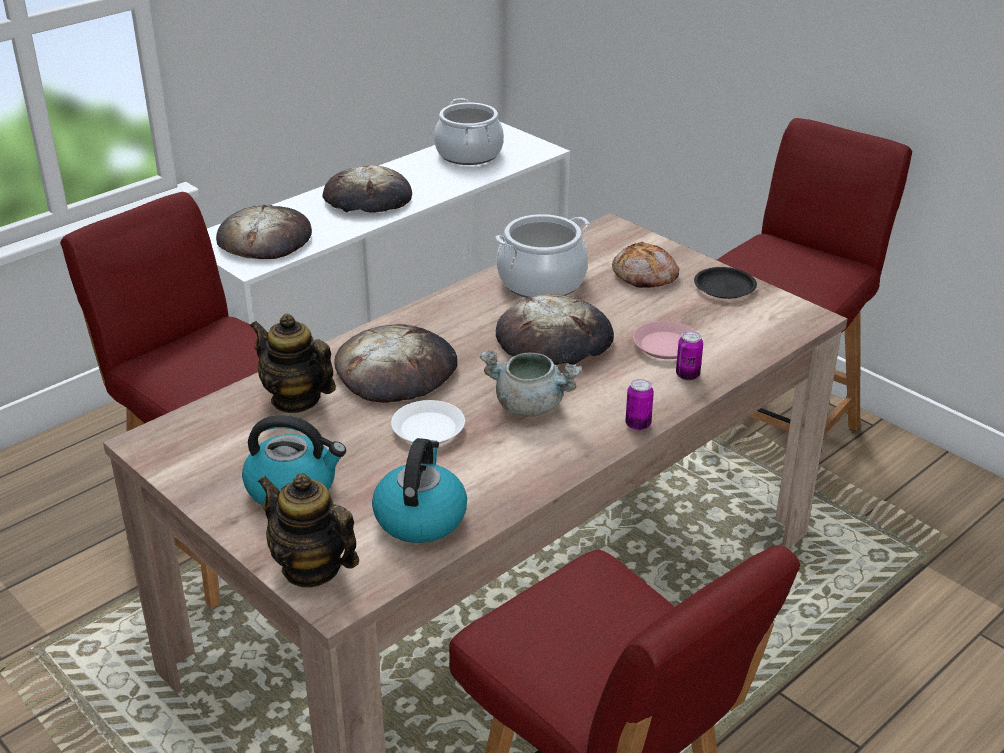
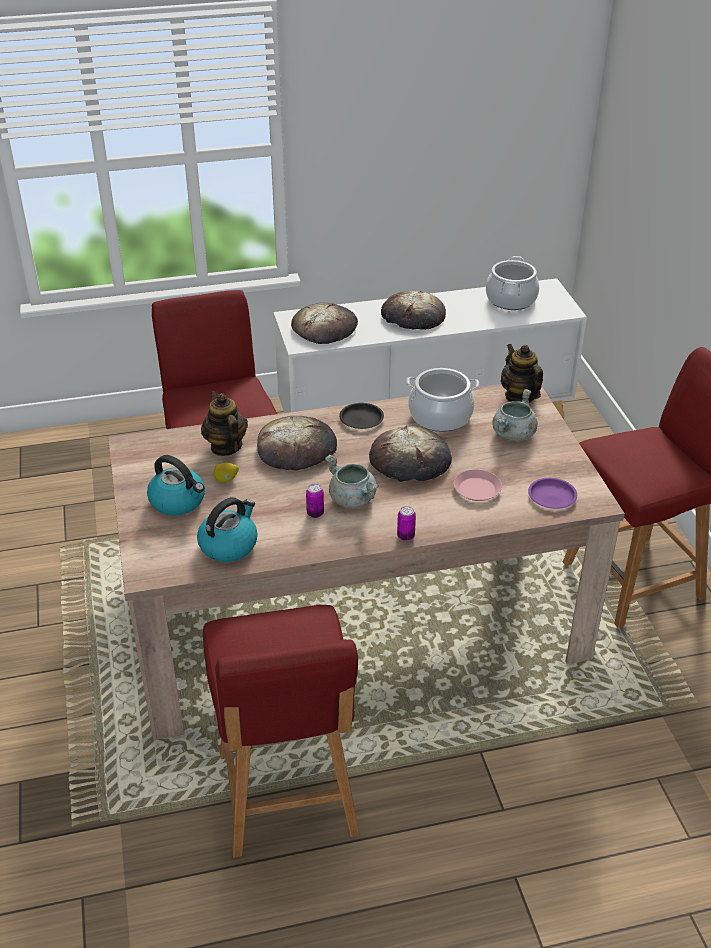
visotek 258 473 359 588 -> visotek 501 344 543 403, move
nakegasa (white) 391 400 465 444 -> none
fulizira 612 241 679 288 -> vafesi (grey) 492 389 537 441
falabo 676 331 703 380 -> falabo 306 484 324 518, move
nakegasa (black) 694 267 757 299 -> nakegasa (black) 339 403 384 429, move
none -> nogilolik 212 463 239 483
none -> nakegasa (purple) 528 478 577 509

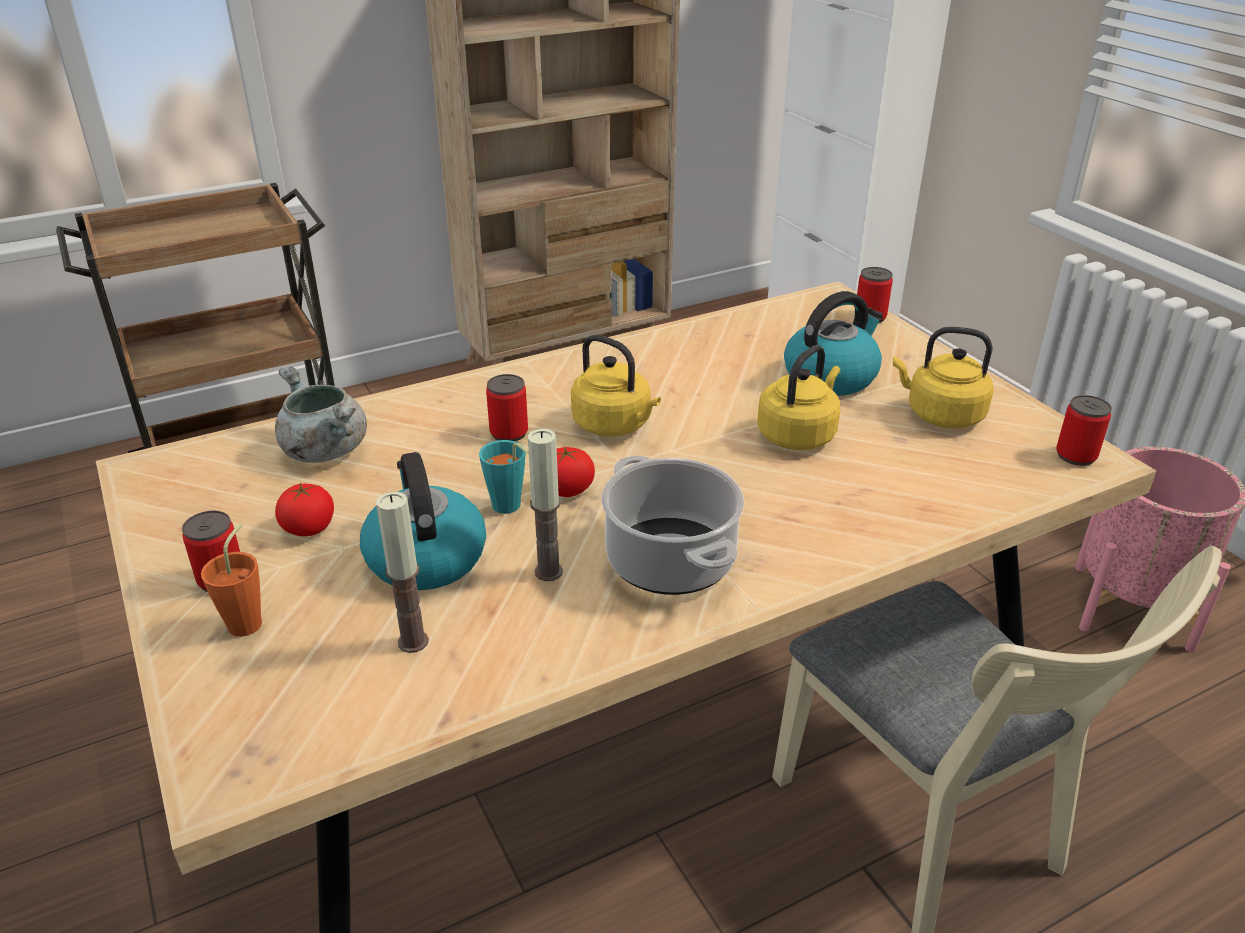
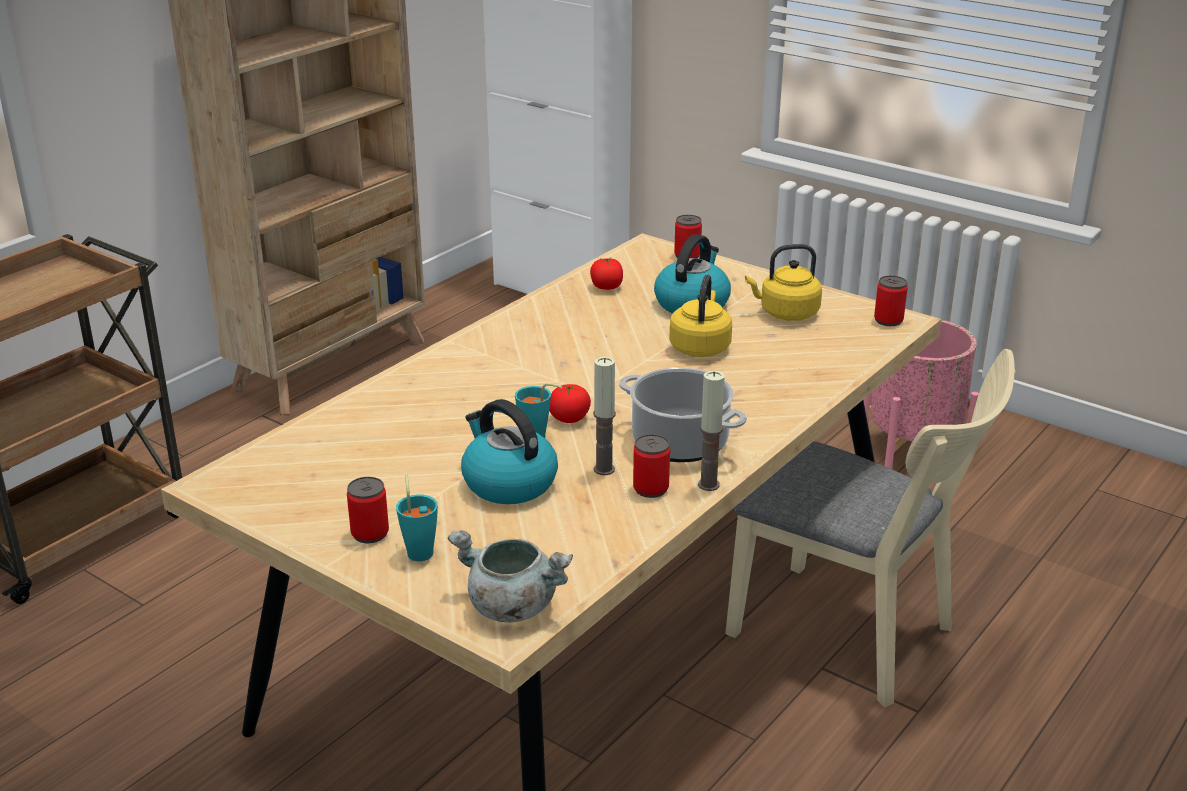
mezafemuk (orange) 201 523 262 637 -> mezafemuk (turquoise) 396 474 438 561
vafesi (grey) 275 366 367 463 -> vafesi (grey) 448 530 573 622, move
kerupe 275 483 334 536 -> kerupe 590 258 623 290, move
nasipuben 376 492 429 653 -> nasipuben 698 371 724 491, move
falabo 486 374 528 441 -> falabo 633 434 670 498, move
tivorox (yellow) 571 335 661 437 -> none

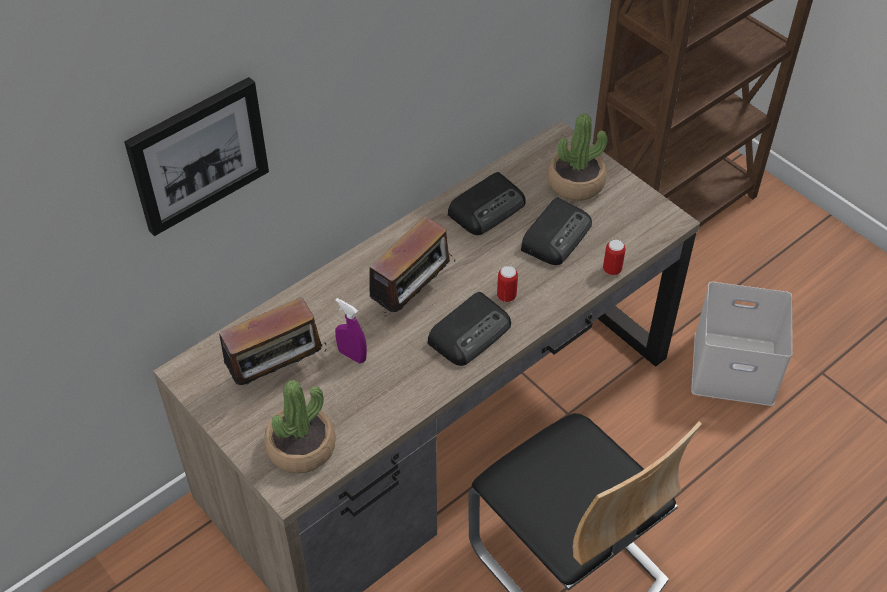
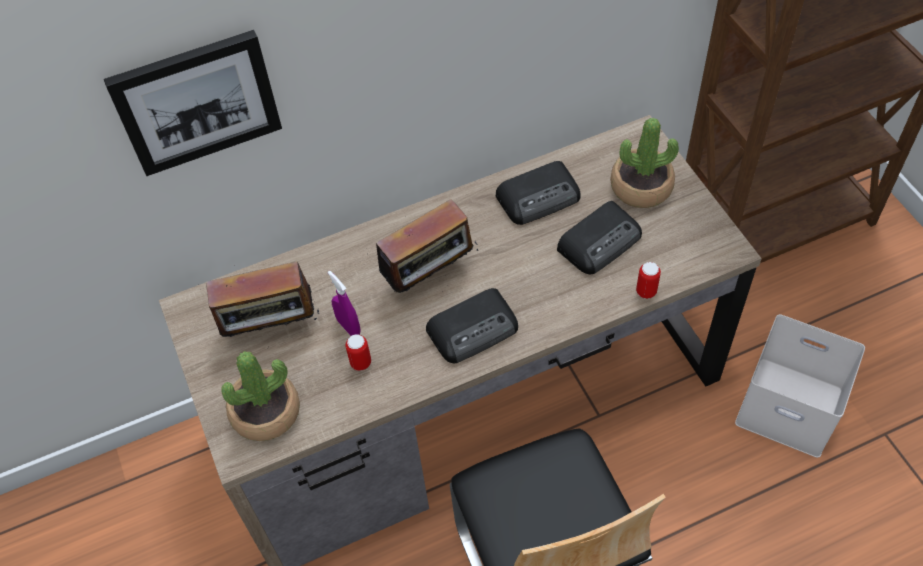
falabo 497 266 518 302 -> falabo 345 334 371 371, move

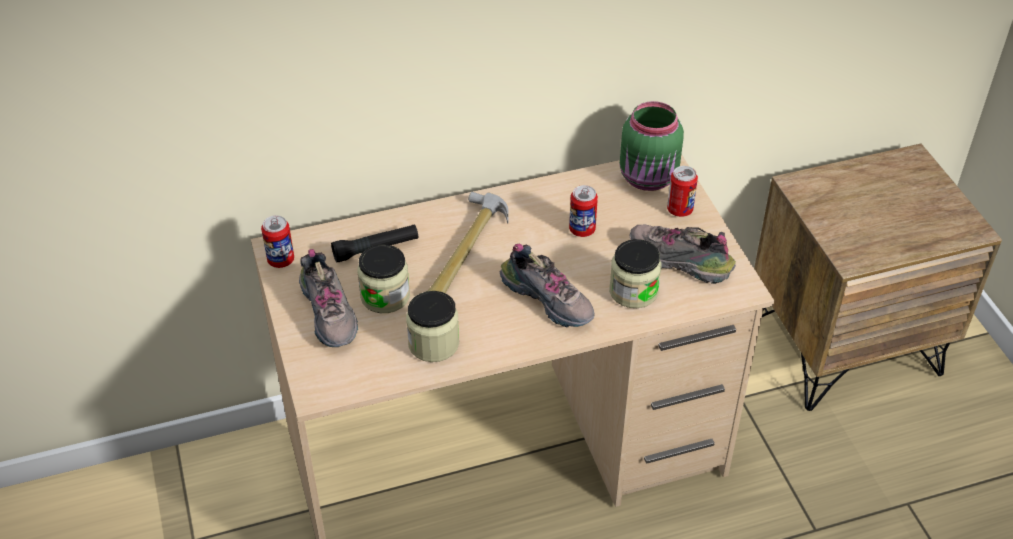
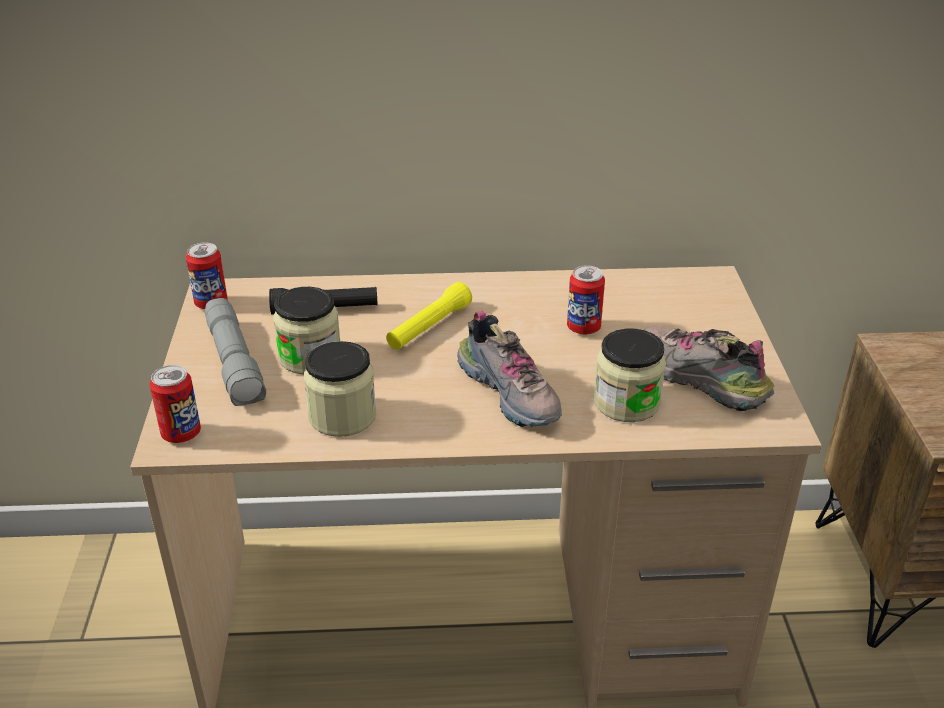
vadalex 299 249 358 347 -> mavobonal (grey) 205 298 266 406
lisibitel 428 192 508 293 -> mavobonal (yellow) 386 282 472 350
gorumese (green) 620 101 684 191 -> none
falabo 667 166 698 217 -> falabo 149 365 201 443, move

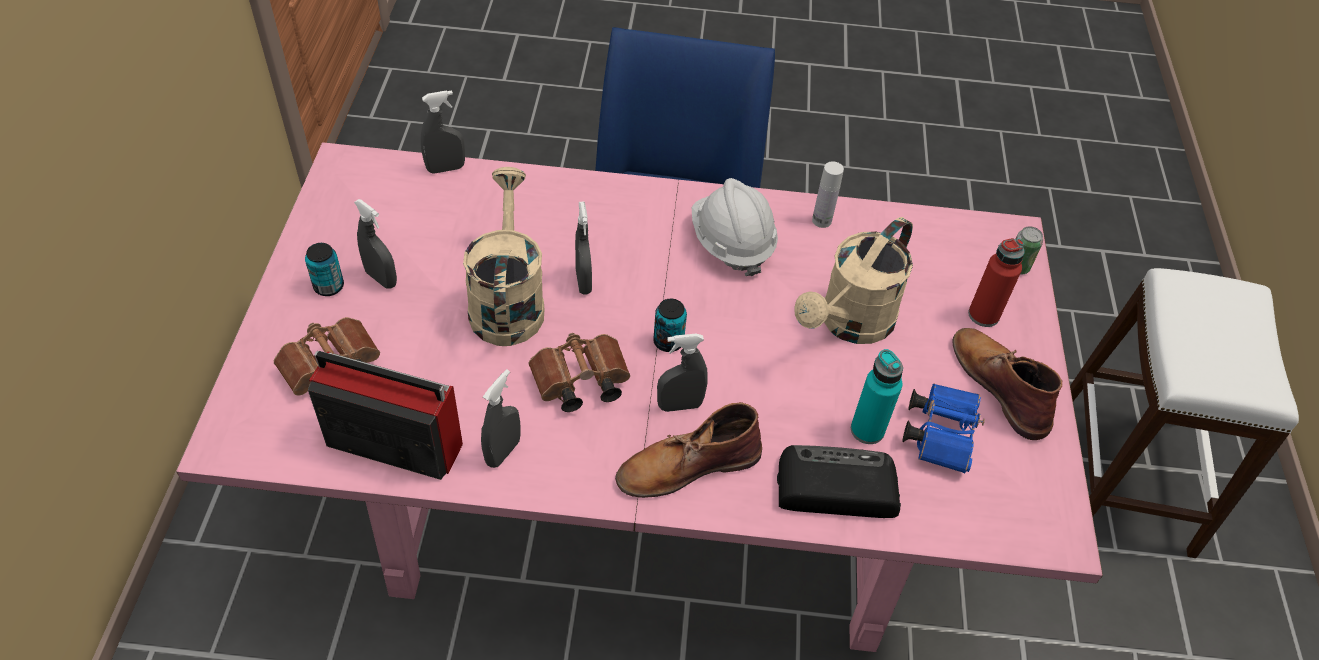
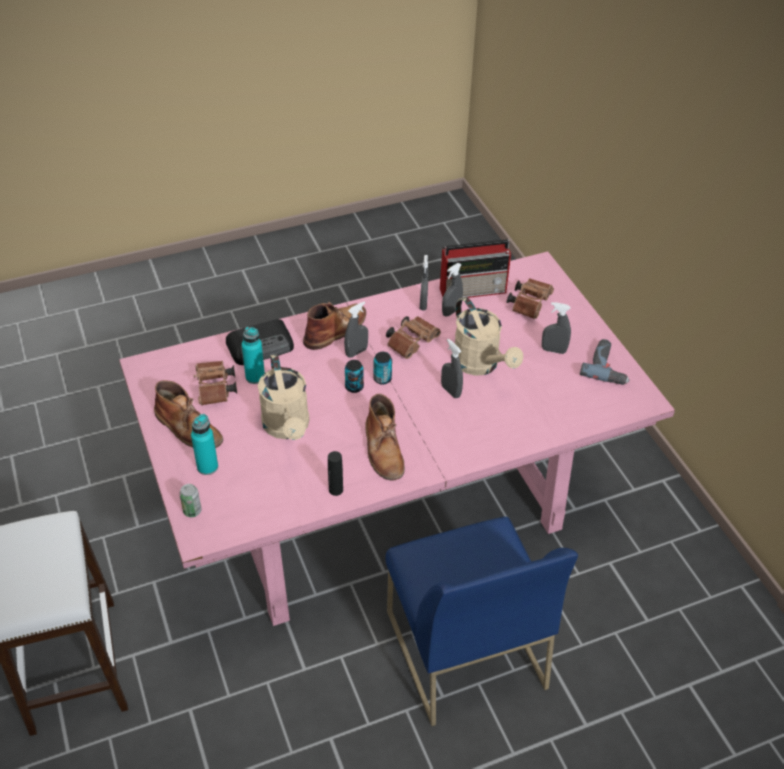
falabo 305 243 344 296 -> falabo 345 360 364 393, move
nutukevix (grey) 421 90 465 174 -> nutukevix (grey) 442 263 463 317, move
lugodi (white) 692 178 778 276 -> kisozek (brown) 365 394 405 481
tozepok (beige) 794 217 913 344 -> tozepok (beige) 258 354 309 440, 150 degrees clockwise
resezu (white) 812 161 844 228 -> resezu (black) 328 451 343 496
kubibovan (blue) 902 383 985 473 -> kubibovan (brown) 194 361 237 406
resezu (red) 968 238 1025 327 -> resezu (turquoise) 191 414 218 475
none -> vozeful 580 339 630 385

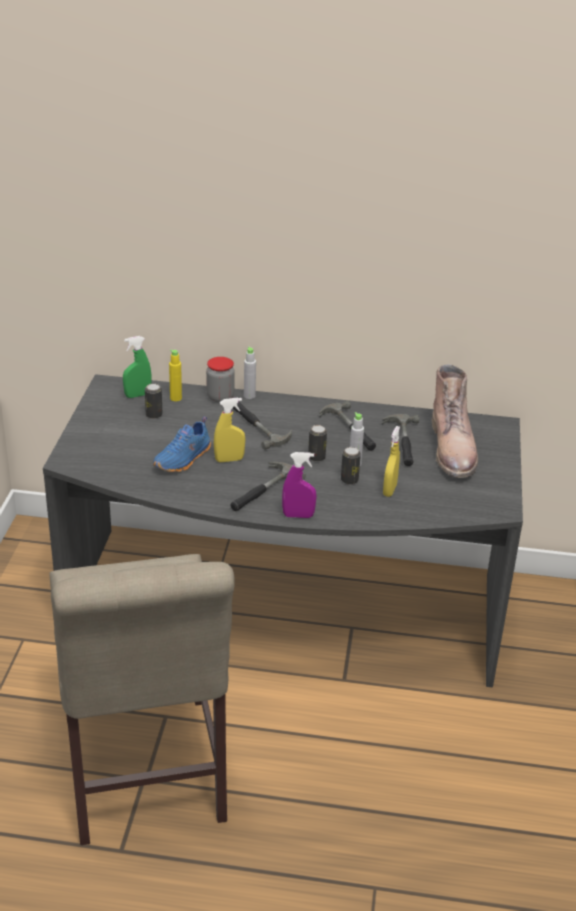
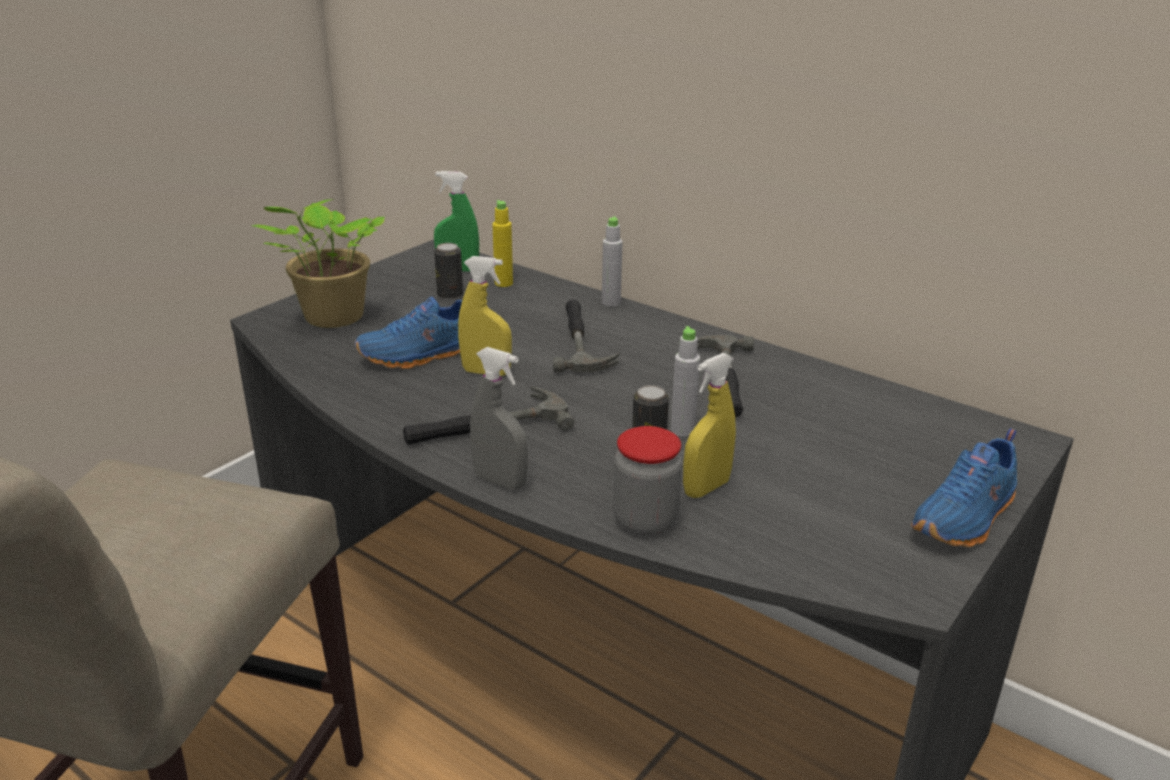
gorumese 206 357 235 403 -> gorumese 613 426 682 536, move
nutukevix (purple) 282 452 316 518 -> nutukevix (grey) 470 347 528 490
falabo 308 425 327 462 -> none
lisibitel 382 414 419 466 -> none
kisozek (brown) 432 364 478 478 -> none
none -> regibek 251 199 385 328
none -> vadalex (blue) 911 428 1018 548

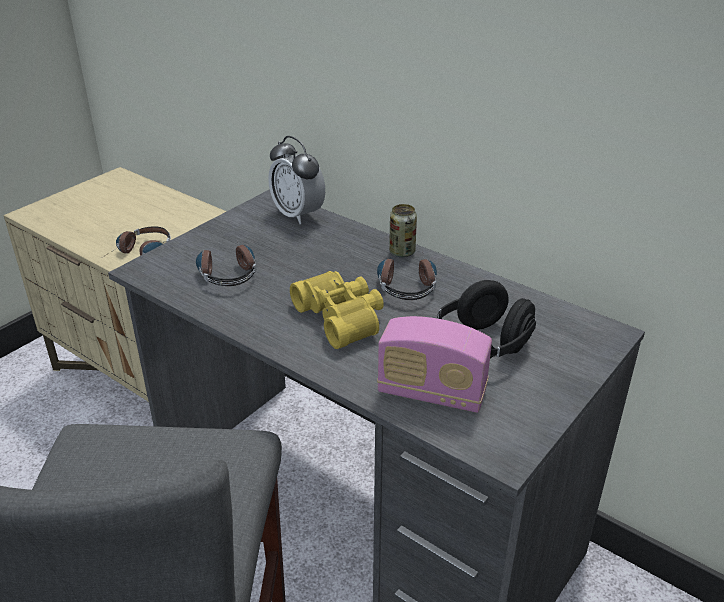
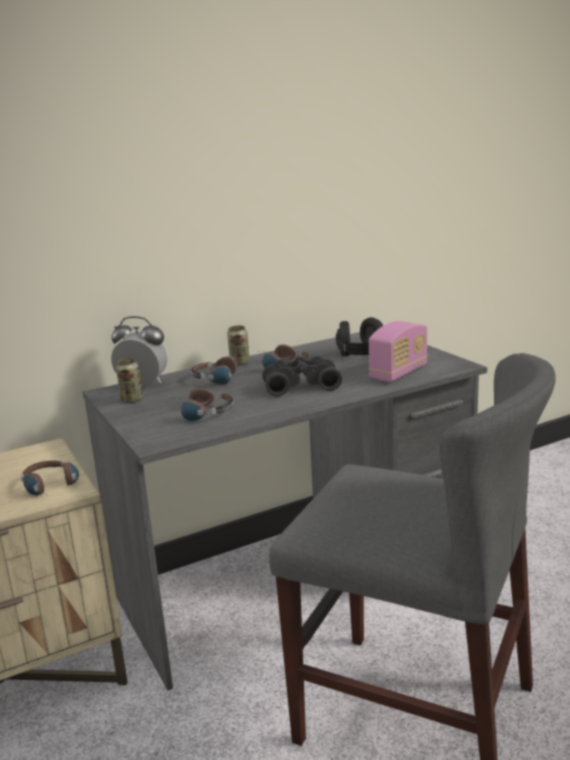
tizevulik 268 136 325 224 -> tizevulik 111 316 168 386, 150 degrees counterclockwise
kubibovan (yellow) 290 271 384 349 -> kubibovan (black) 262 356 342 396
none -> falabo 116 358 143 403
none -> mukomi 191 356 238 384

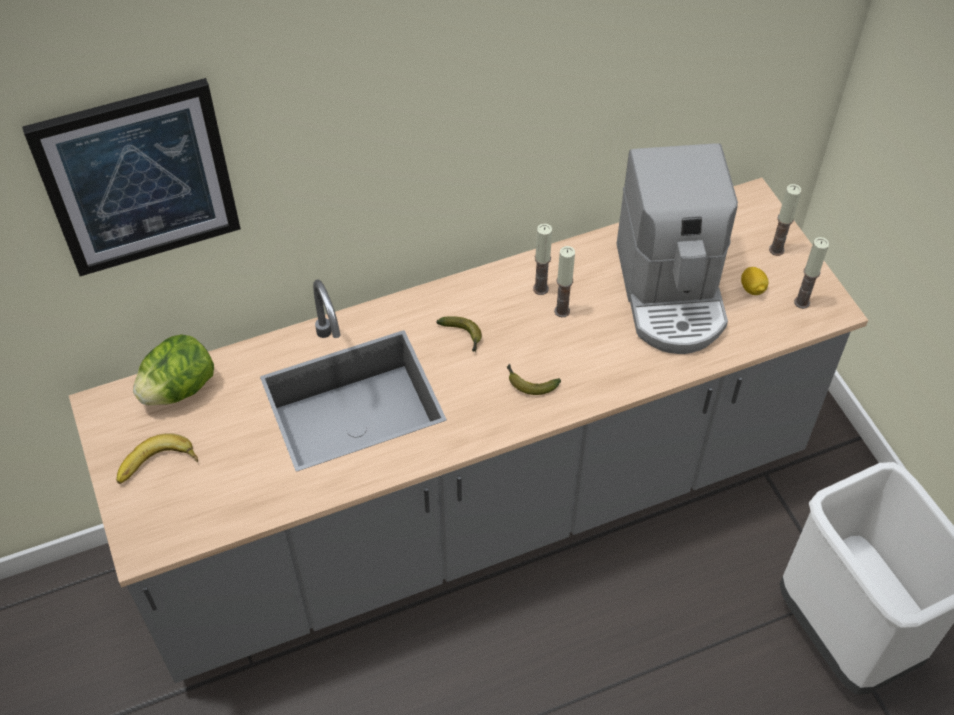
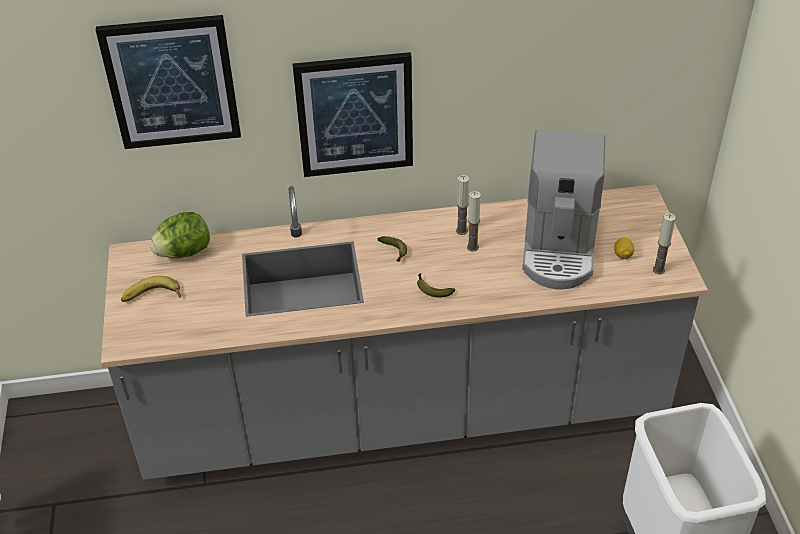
nasipuben 769 184 801 256 -> none
none -> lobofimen 293 52 413 177

